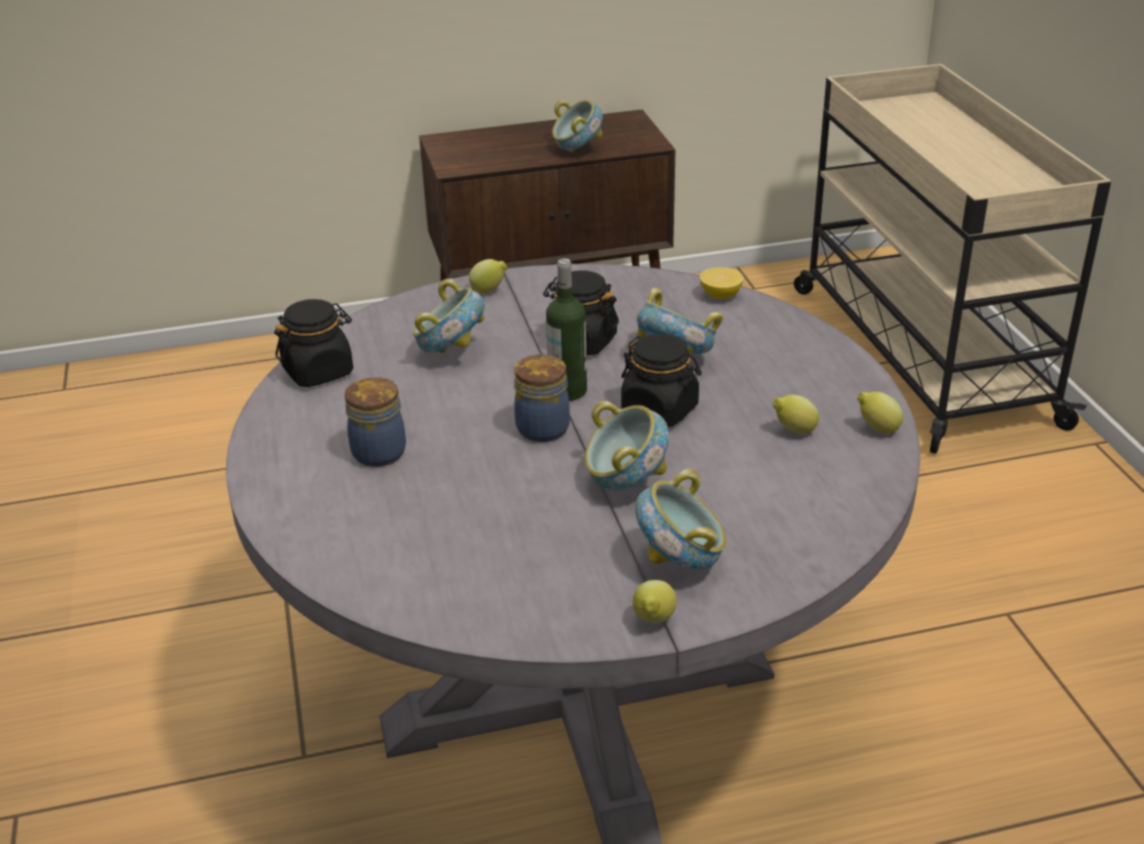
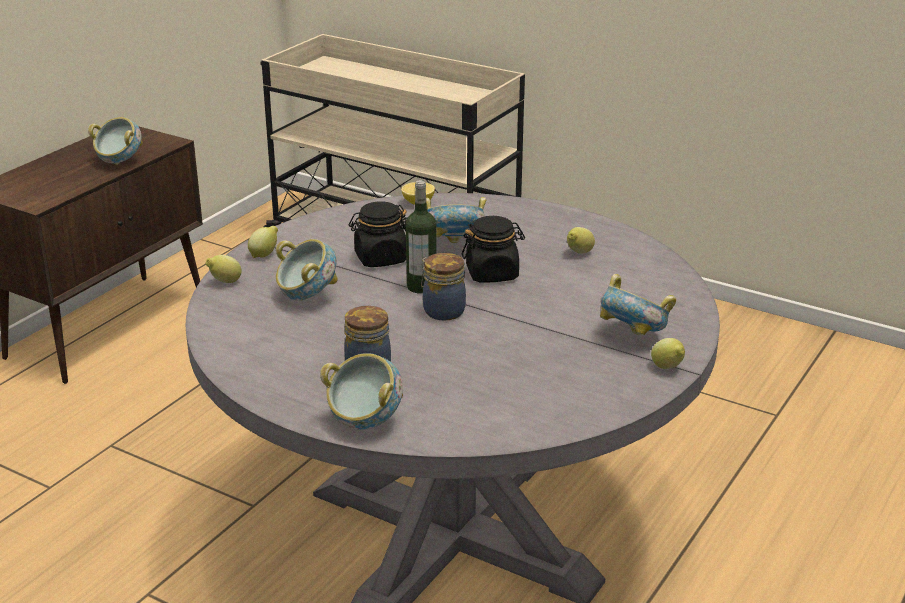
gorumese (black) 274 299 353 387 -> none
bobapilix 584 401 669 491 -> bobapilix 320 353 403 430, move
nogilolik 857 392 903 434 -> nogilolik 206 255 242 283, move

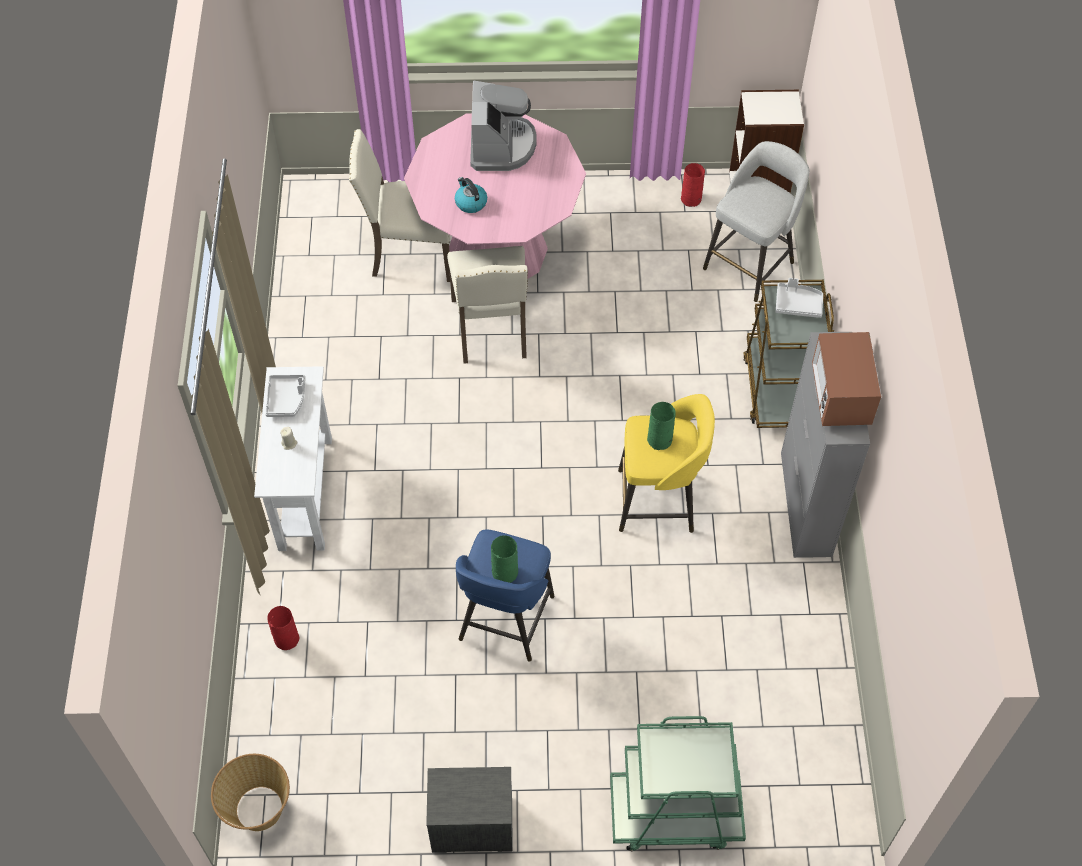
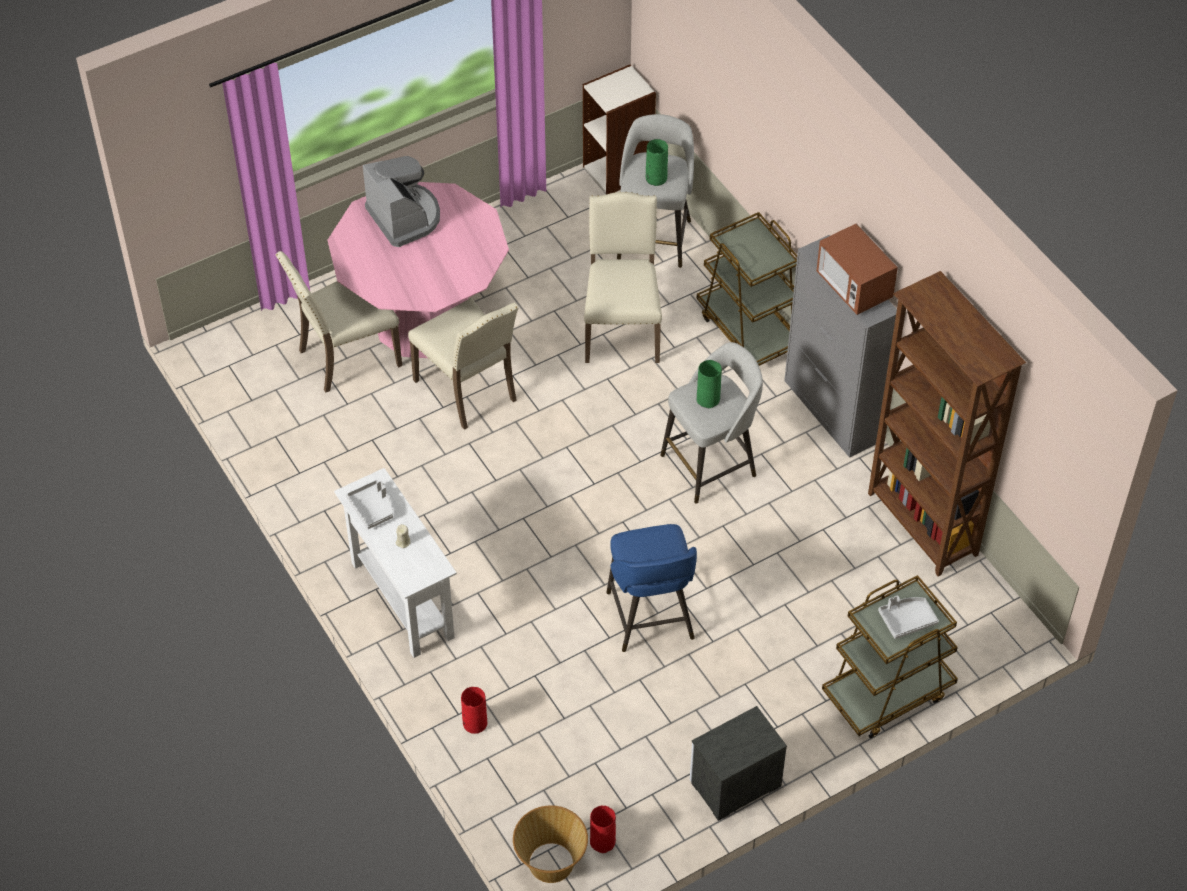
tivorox 455 177 487 213 -> none
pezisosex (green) 491 535 518 583 -> pezisosex (green) 646 139 668 186, move
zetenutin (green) 610 716 746 851 -> zetenutin (brown) 822 575 958 738
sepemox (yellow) 618 394 715 533 -> sepemox (grey) 660 342 763 504
pezisosex (red) 681 163 705 207 -> pezisosex (red) 590 806 616 853, move
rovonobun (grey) 776 278 823 318 -> rovonobun (grey) 878 596 939 639, move
none -> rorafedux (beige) 584 192 662 363
none -> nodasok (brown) 868 271 1026 577

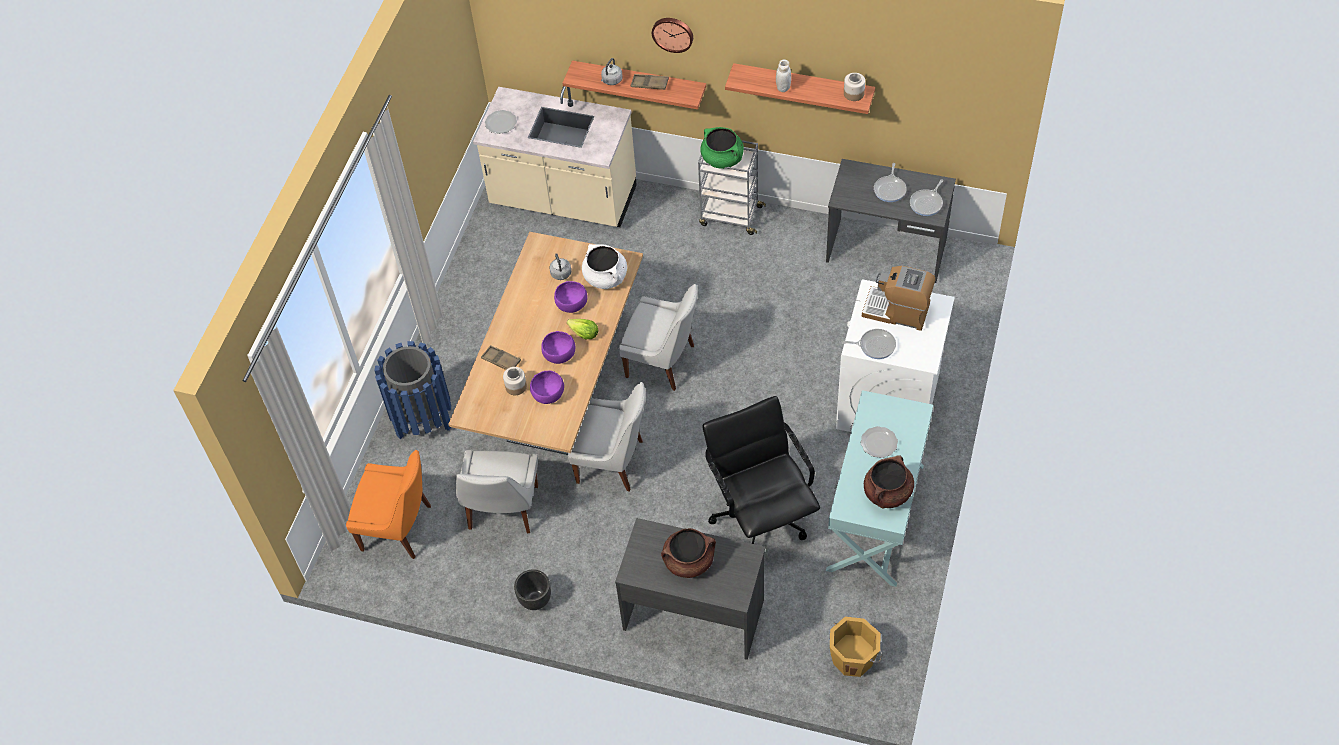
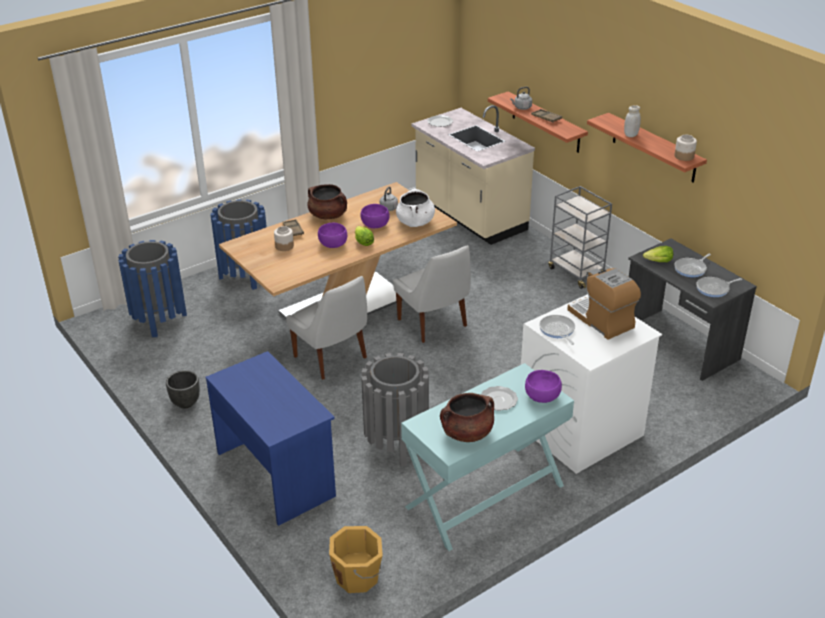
rorafedux (orange) 346 450 431 559 -> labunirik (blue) 118 240 187 337
rorafedux (white) 456 450 538 534 -> none
bobapilix (purple) 530 370 564 404 -> bobapilix (purple) 525 370 562 403, move
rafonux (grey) 615 518 765 660 -> rafonux (blue) 206 351 336 526
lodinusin 652 18 693 53 -> none
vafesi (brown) 661 528 716 578 -> vafesi (brown) 307 184 347 219, move
vafesi (green) 700 127 744 169 -> none
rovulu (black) 703 396 820 544 -> labunirik (grey) 361 353 429 467
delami 842 329 896 359 -> delami 539 315 575 345, 150 degrees counterclockwise
none -> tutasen 643 246 673 262

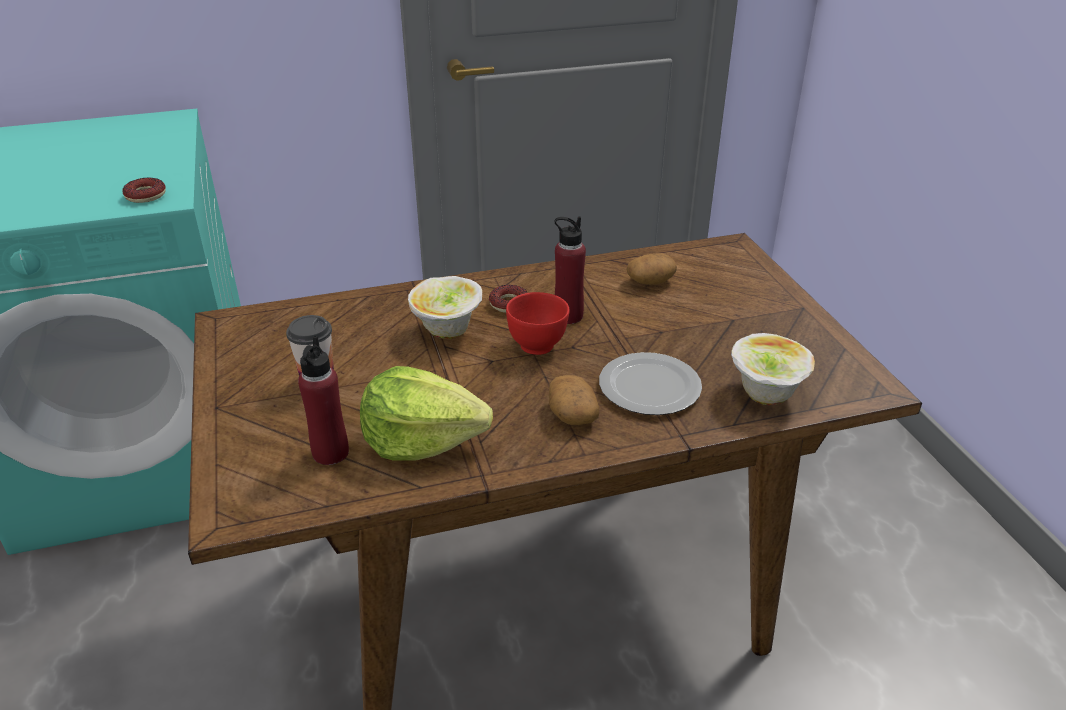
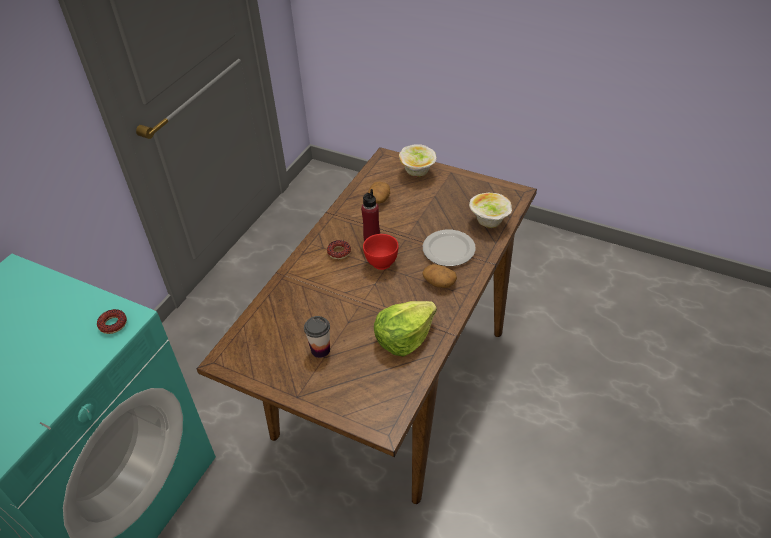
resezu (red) 298 336 349 465 -> none
bobapilix 408 276 482 339 -> bobapilix 399 144 437 177, move

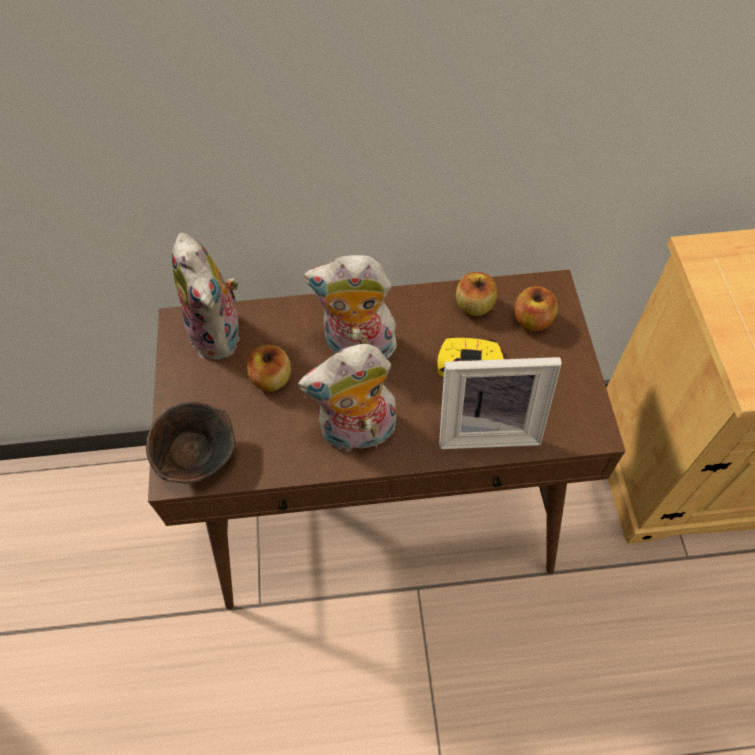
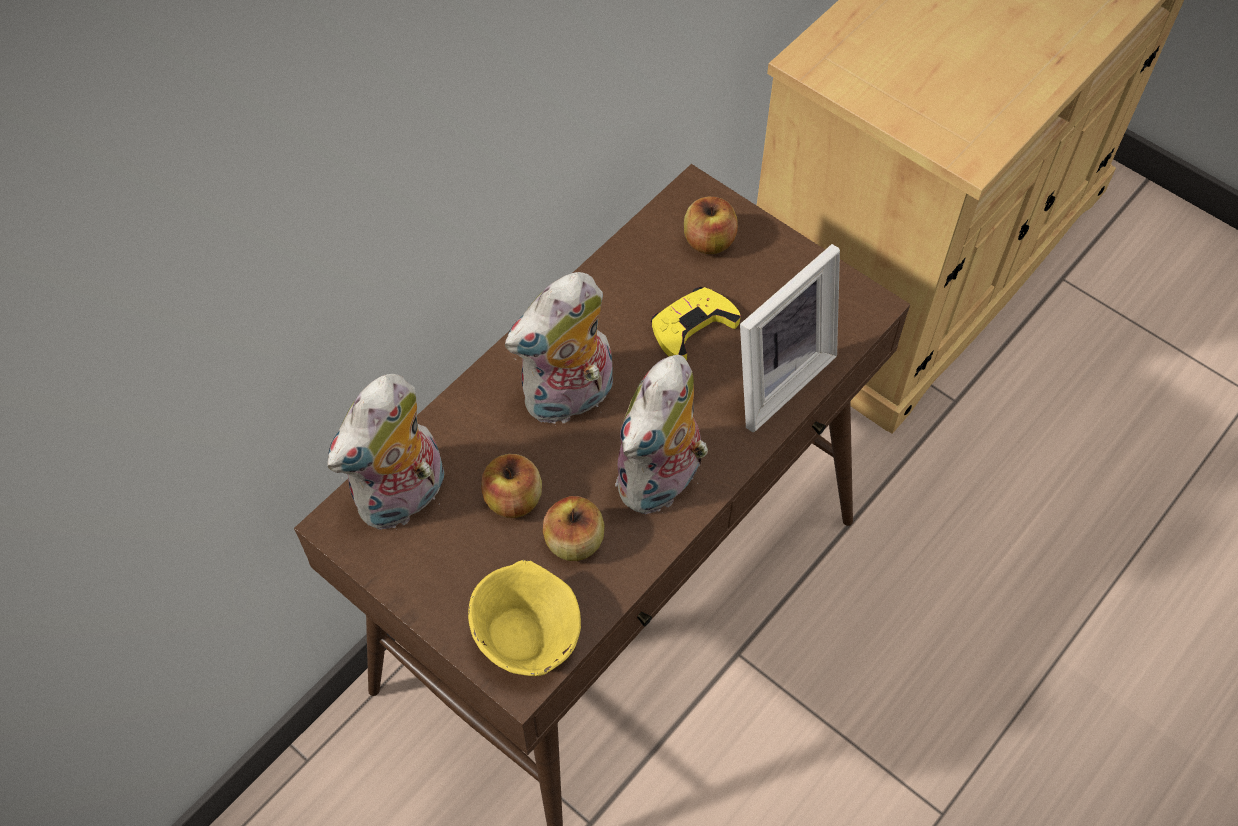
bobapilix (brown) 146 402 235 483 -> bobapilix (yellow) 468 560 581 676
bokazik 172 233 239 360 -> bokazik 327 374 444 530, 105 degrees clockwise
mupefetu 456 272 497 316 -> mupefetu 543 496 604 561, move

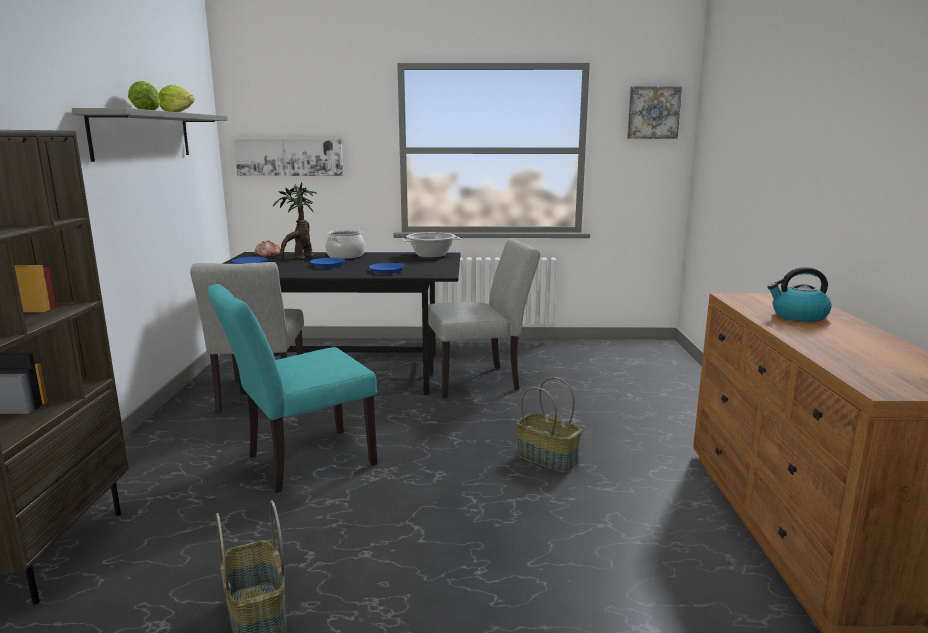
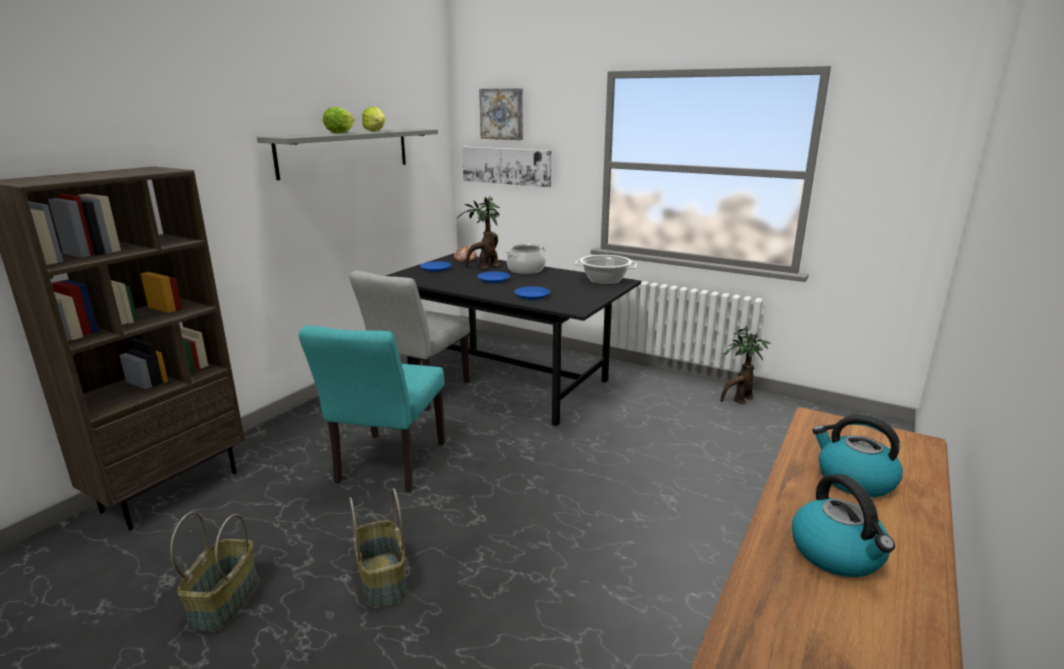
rorafedux (turquoise) 207 284 377 493 -> rorafedux (turquoise) 299 325 445 492, 75 degrees counterclockwise
rorafedux (grey) 428 239 540 398 -> none
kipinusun 516 377 582 473 -> kipinusun 349 488 407 608, move
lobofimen 627 87 682 139 -> lobofimen 479 88 523 140, move
none -> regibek 721 325 771 404
none -> tivorox 792 474 895 577

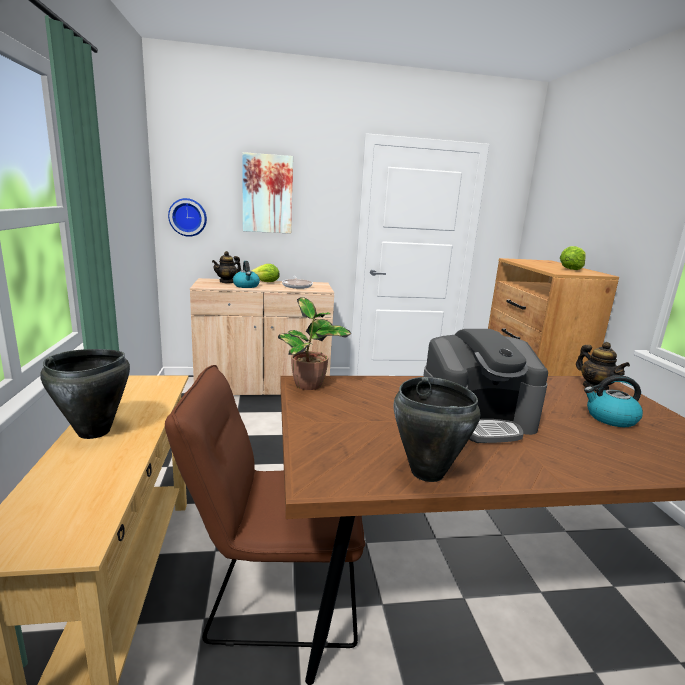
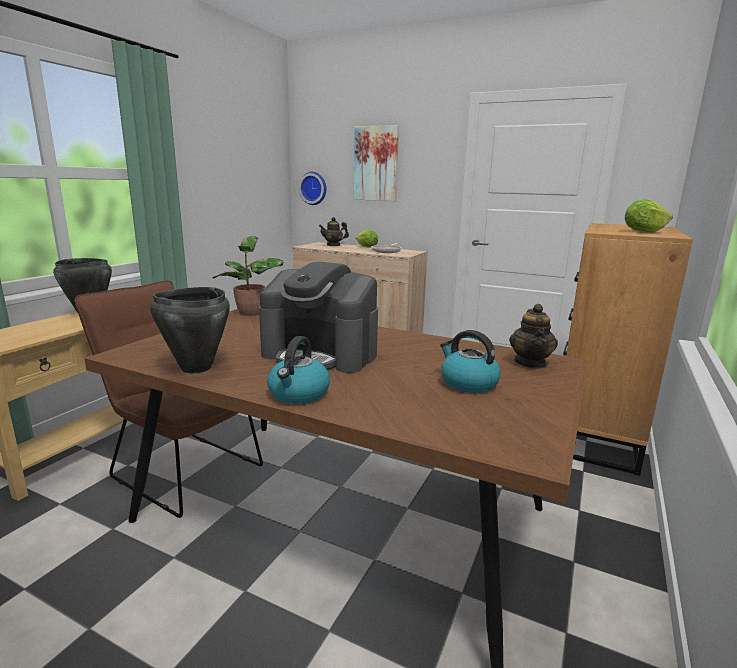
tivorox 233 261 260 288 -> tivorox 267 336 330 404, move

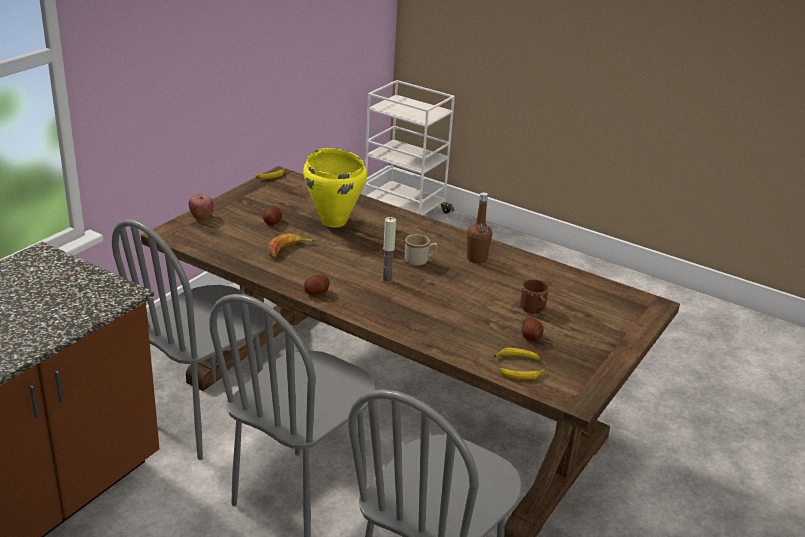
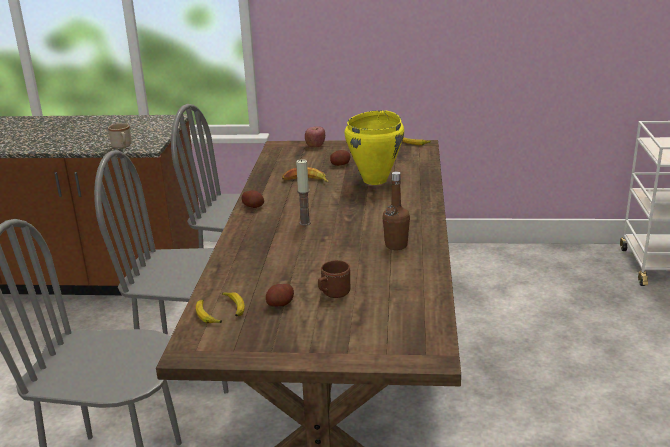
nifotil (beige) 404 234 437 266 -> nifotil (beige) 108 123 132 149, move

